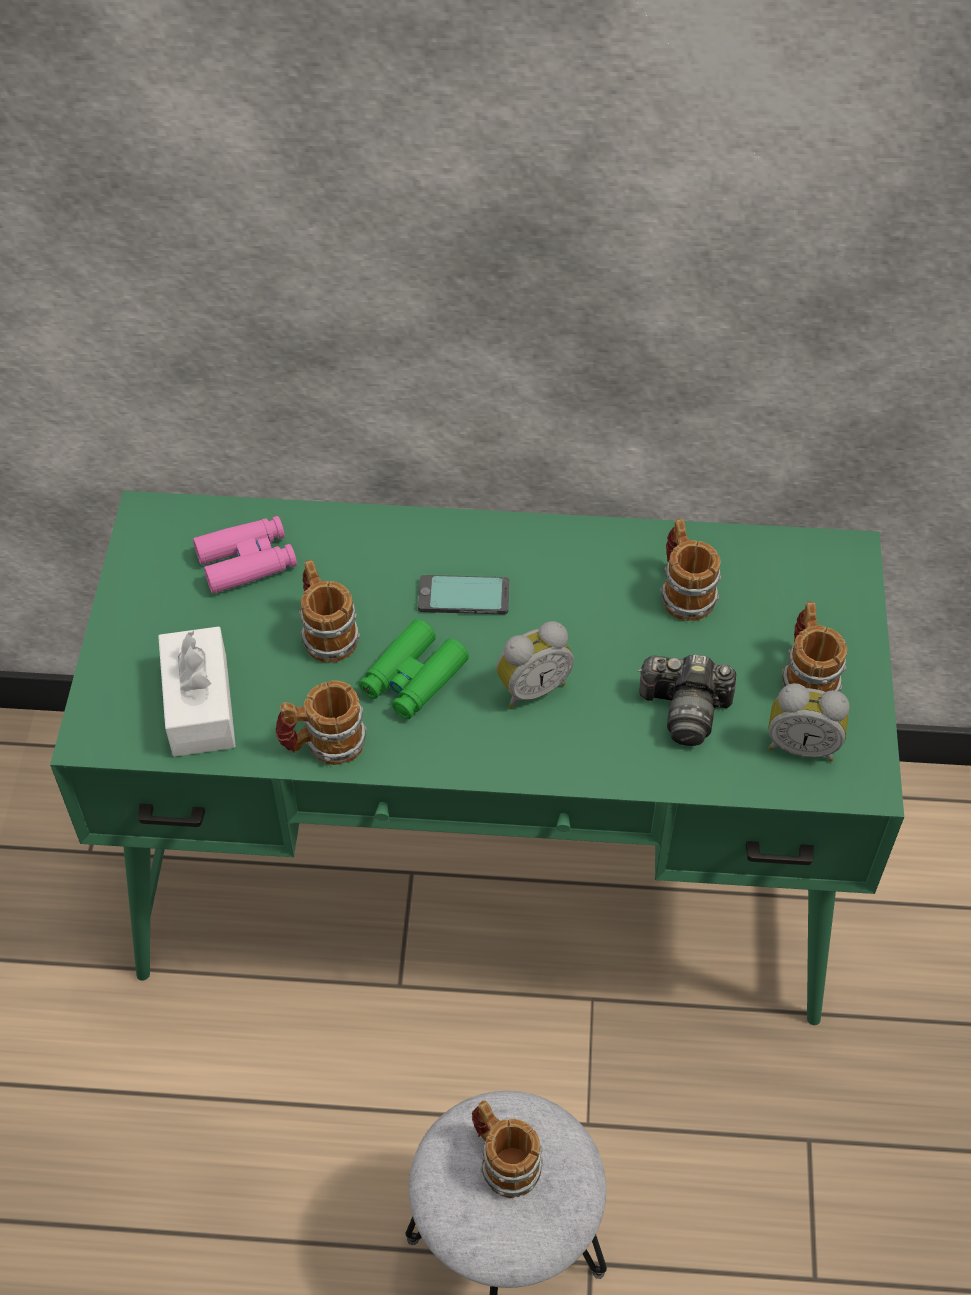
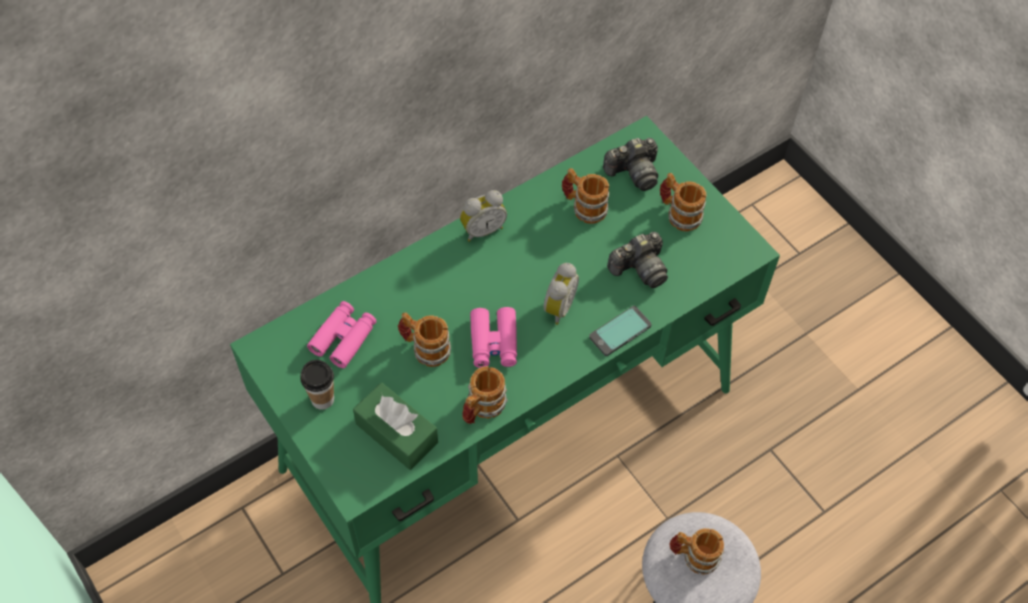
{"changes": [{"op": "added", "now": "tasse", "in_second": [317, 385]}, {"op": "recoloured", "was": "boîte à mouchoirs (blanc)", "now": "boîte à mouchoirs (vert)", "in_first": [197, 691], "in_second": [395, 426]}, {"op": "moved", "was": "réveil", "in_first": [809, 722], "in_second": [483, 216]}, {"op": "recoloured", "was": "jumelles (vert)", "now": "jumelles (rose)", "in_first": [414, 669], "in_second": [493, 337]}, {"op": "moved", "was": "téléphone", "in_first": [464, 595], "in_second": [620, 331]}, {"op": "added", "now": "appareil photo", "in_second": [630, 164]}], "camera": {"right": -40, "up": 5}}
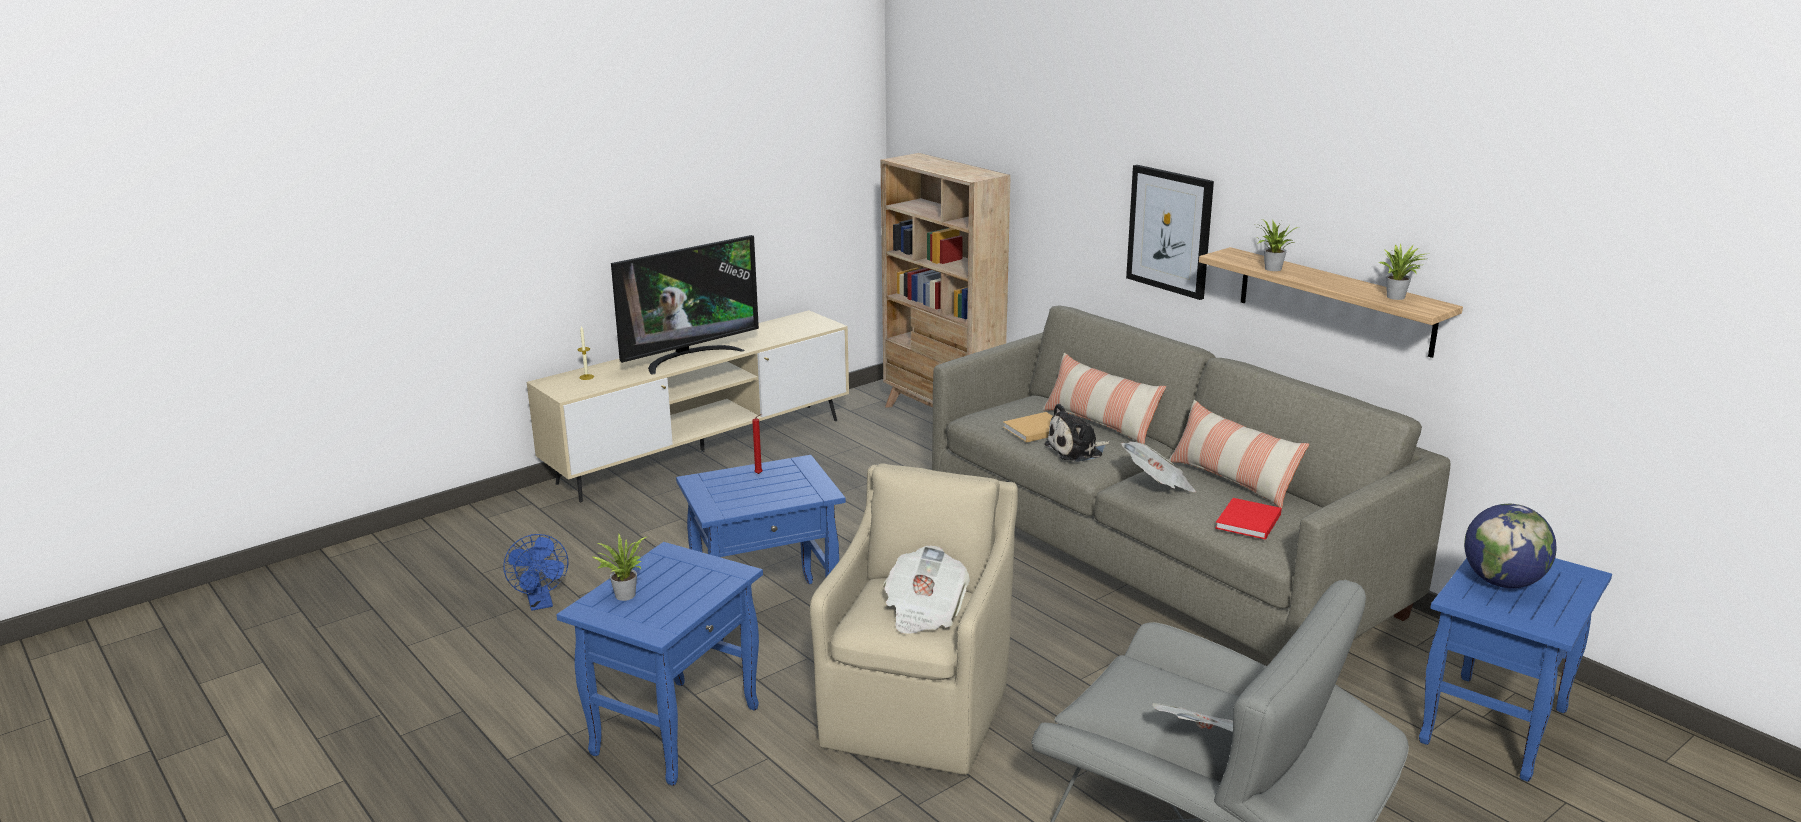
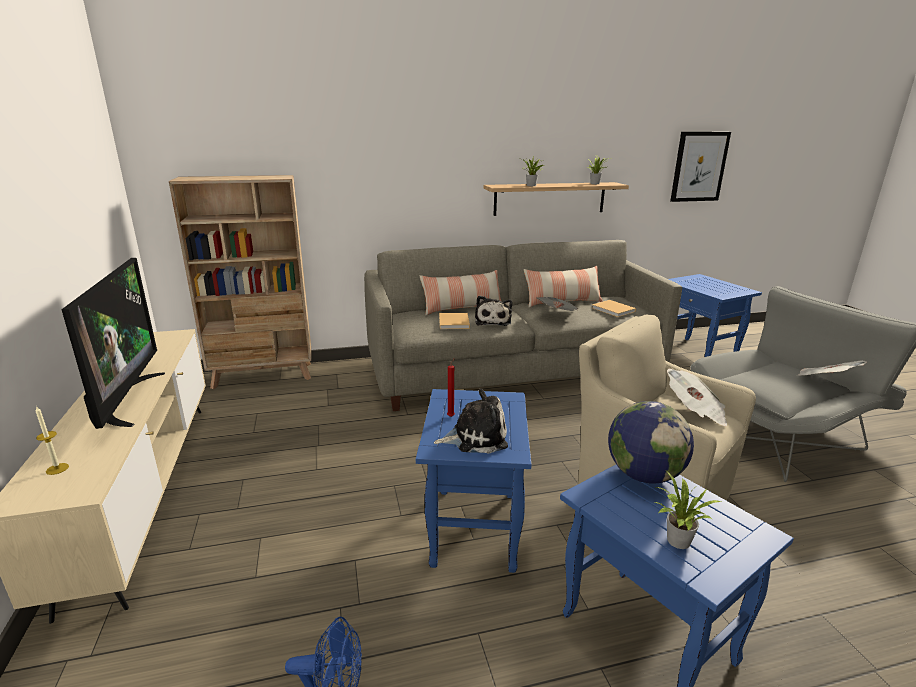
{"changes": [{"op": "added", "now": "peluche", "in_second": [471, 421]}, {"op": "recoloured", "was": "livre (rouge)", "now": "livre (beige)", "in_first": [1248, 519], "in_second": [614, 308]}, {"op": "moved", "was": "globe", "in_first": [1510, 546], "in_second": [651, 442]}, {"op": "moved", "was": "tableau", "in_first": [1170, 232], "in_second": [700, 167]}], "camera": {"right": -65, "up": 0}}
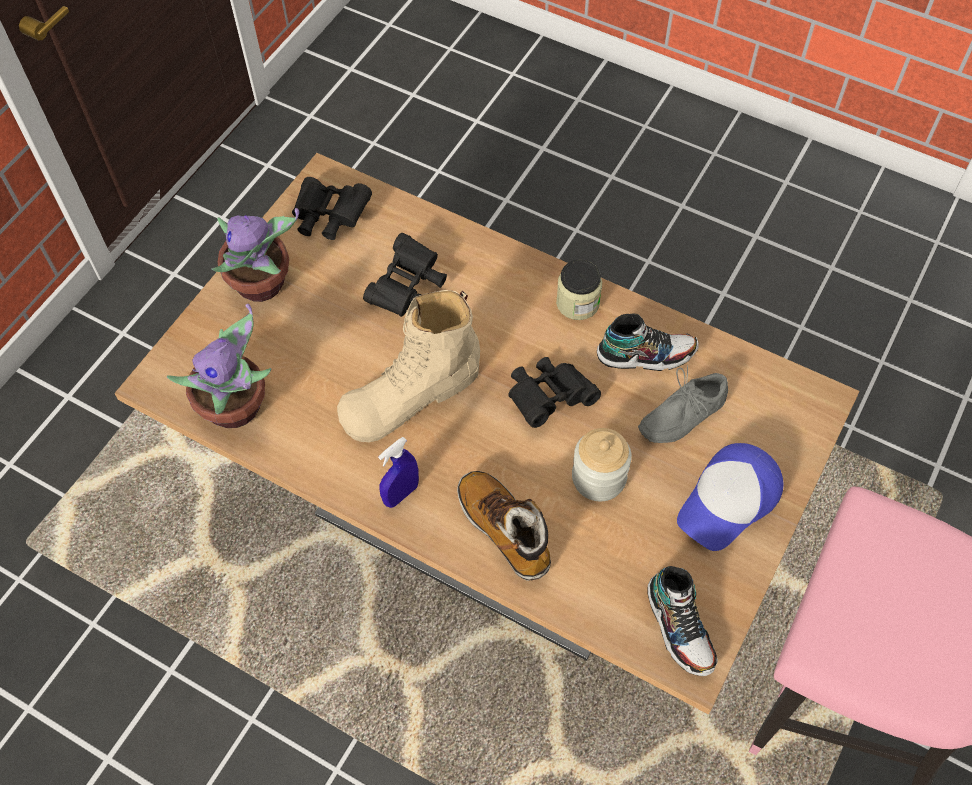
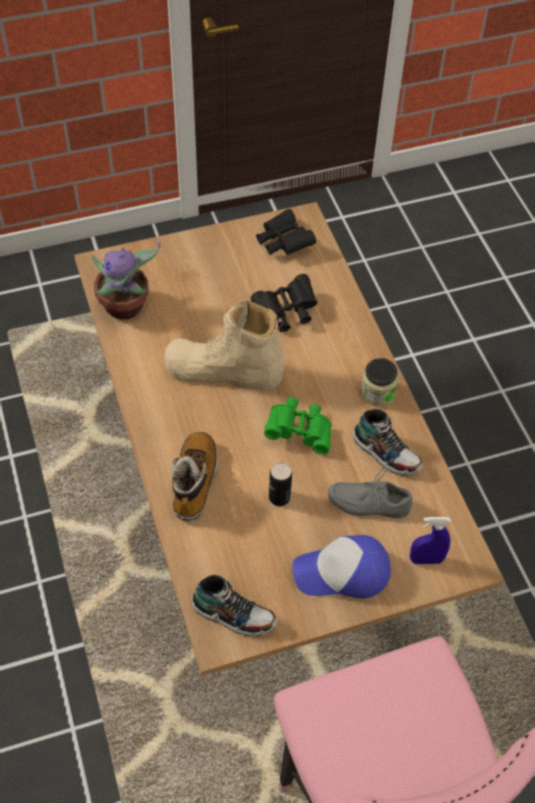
{"changes": [{"op": "turned", "was": "chaussure", "in_first": [682, 621], "in_second": [234, 605], "clockwise": -90}, {"op": "recoloured", "was": "jumelles (noir)", "now": "jumelles (vert)", "in_first": [554, 392], "in_second": [298, 426]}, {"op": "replaced", "was": "bocal", "now": "boîte métallique", "in_first": [602, 464], "in_second": [280, 484]}, {"op": "moved", "was": "vaporisateur (bleu)", "in_first": [398, 472], "in_second": [430, 540]}, {"op": "removed", "was": "plante en pot", "in_first": [255, 255]}], "camera": {"right": 40, "up": -5}}
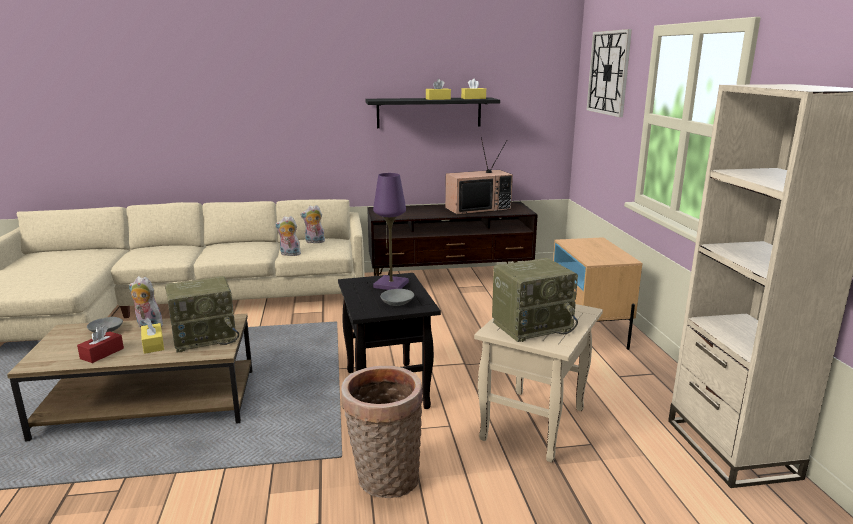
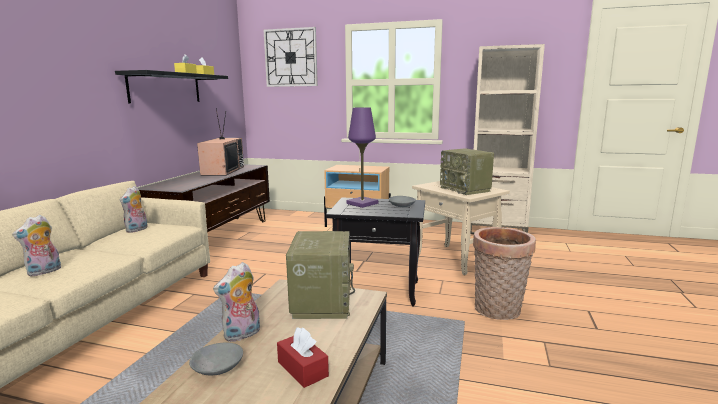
{"changes": [{"op": "moved", "was": "peluche", "in_first": [288, 236], "in_second": [36, 245]}, {"op": "turned", "was": "radio", "in_first": [535, 300], "in_second": [467, 171], "clockwise": 150}, {"op": "removed", "was": "boîte à mouchoirs (jaune)", "in_first": [152, 336]}], "camera": {"right": -65, "up": -5}}
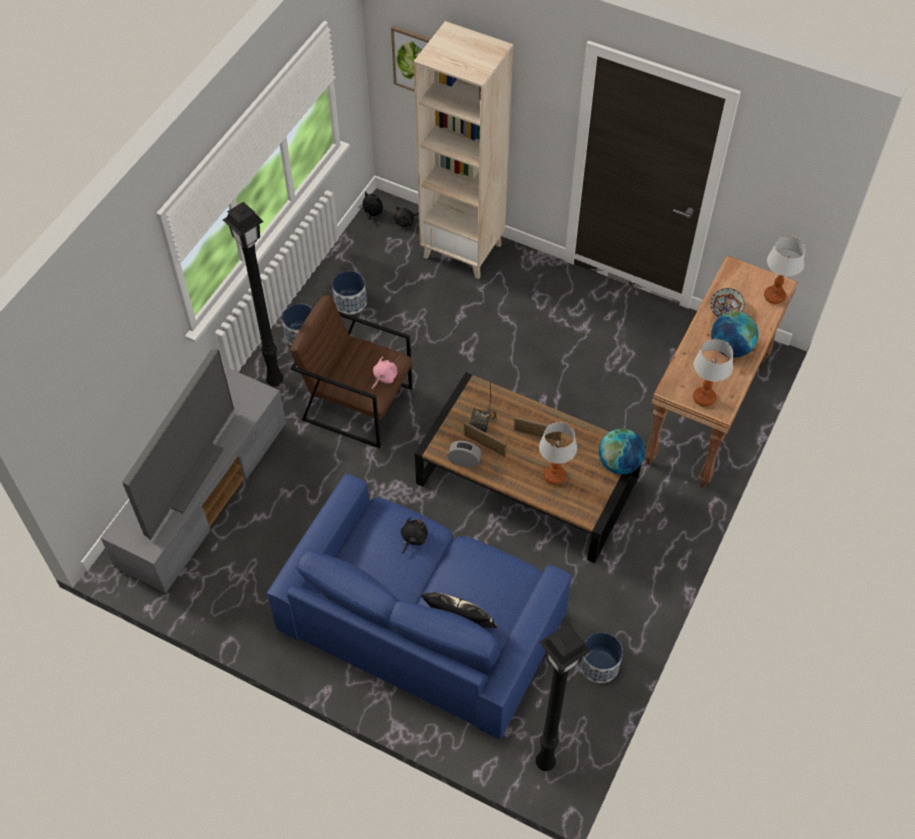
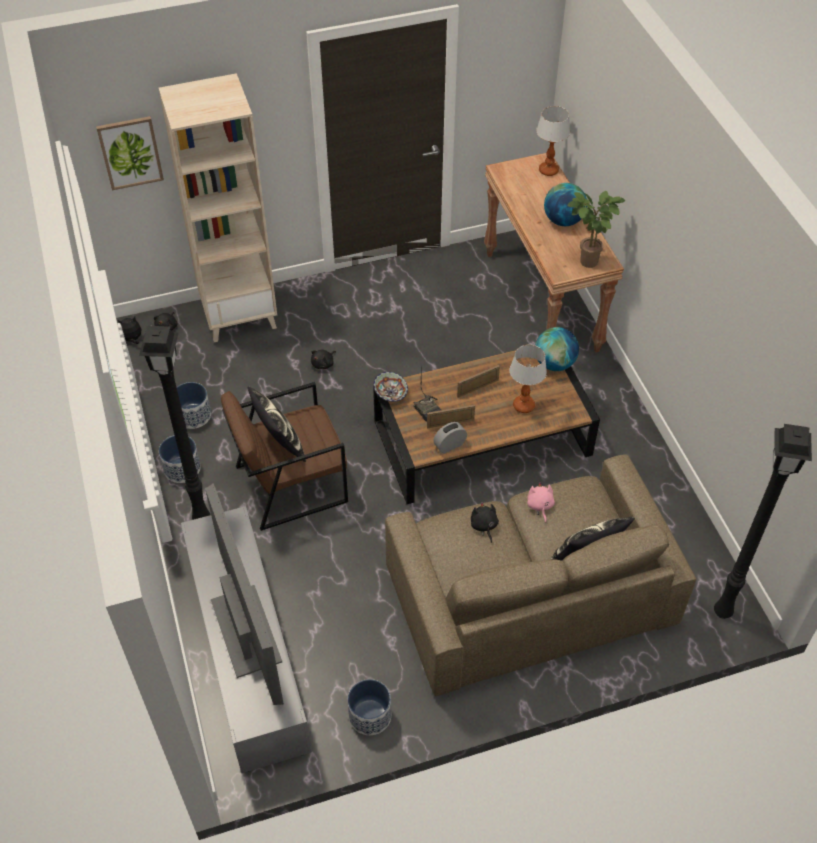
{"changes": [{"op": "added", "now": "coussin", "in_second": [277, 424]}, {"op": "added", "now": "peluche (noir)", "in_second": [323, 359]}, {"op": "moved", "was": "cache-pot", "in_first": [601, 657], "in_second": [369, 707]}, {"op": "moved", "was": "bol", "in_first": [728, 302], "in_second": [391, 387]}, {"op": "recoloured", "was": "canapé (bleu)", "now": "canapé (marron)", "in_first": [419, 606], "in_second": [540, 575]}, {"op": "moved", "was": "peluche (rose)", "in_first": [384, 372], "in_second": [541, 502]}, {"op": "replaced", "was": "lampe de table", "now": "plante en pot", "in_first": [713, 373], "in_second": [596, 229]}], "camera": {"right": -45, "up": -5}}
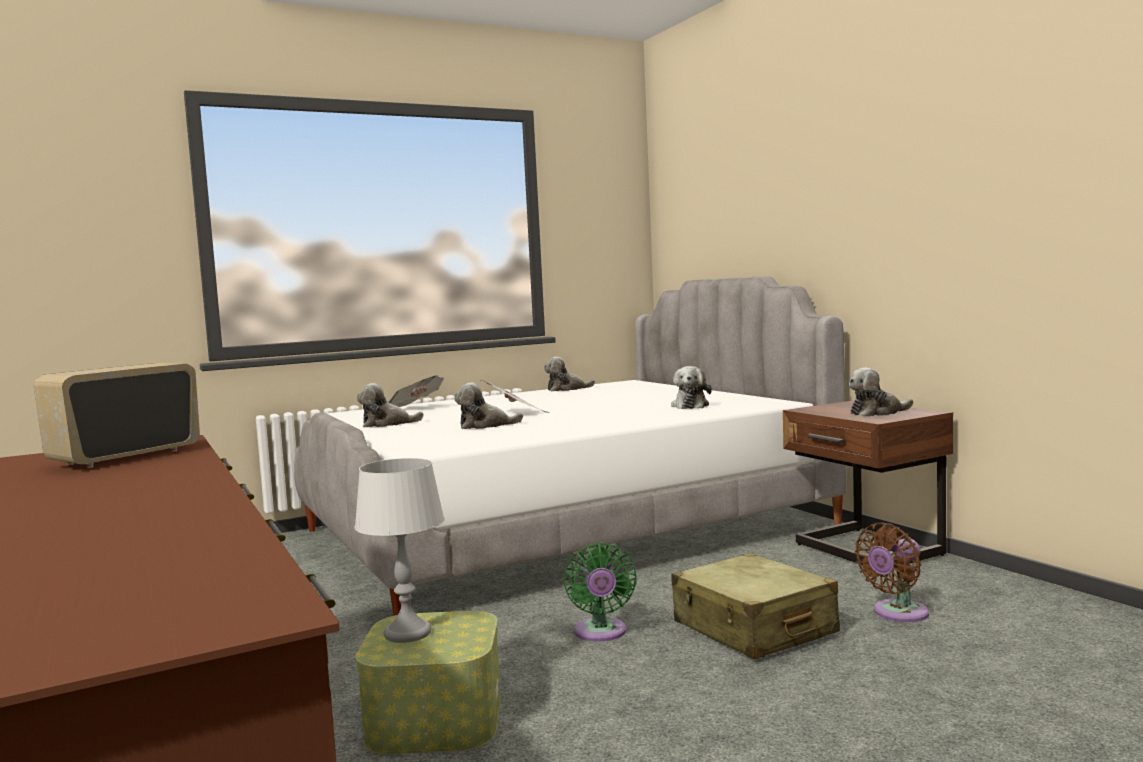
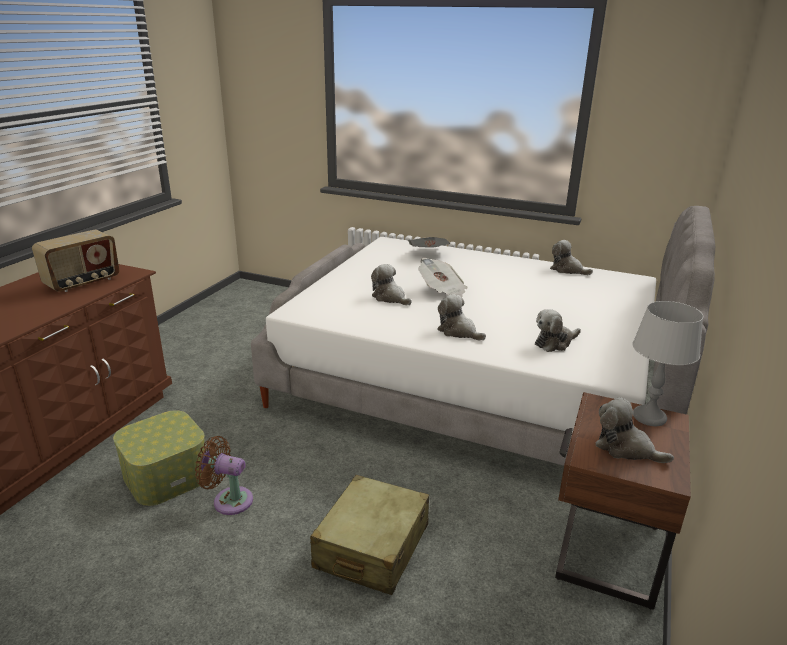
{"changes": [{"op": "turned", "was": "radio", "in_first": [116, 415], "in_second": [76, 261], "clockwise": 135}, {"op": "moved", "was": "ventilateur (marron)", "in_first": [892, 572], "in_second": [224, 475]}, {"op": "moved", "was": "peluche", "in_first": [390, 405], "in_second": [461, 317]}, {"op": "moved", "was": "lampe de table (gris)", "in_first": [399, 550], "in_second": [667, 363]}, {"op": "removed", "was": "ventilateur (vert)", "in_first": [600, 592]}], "camera": {"right": 50, "up": 20}}
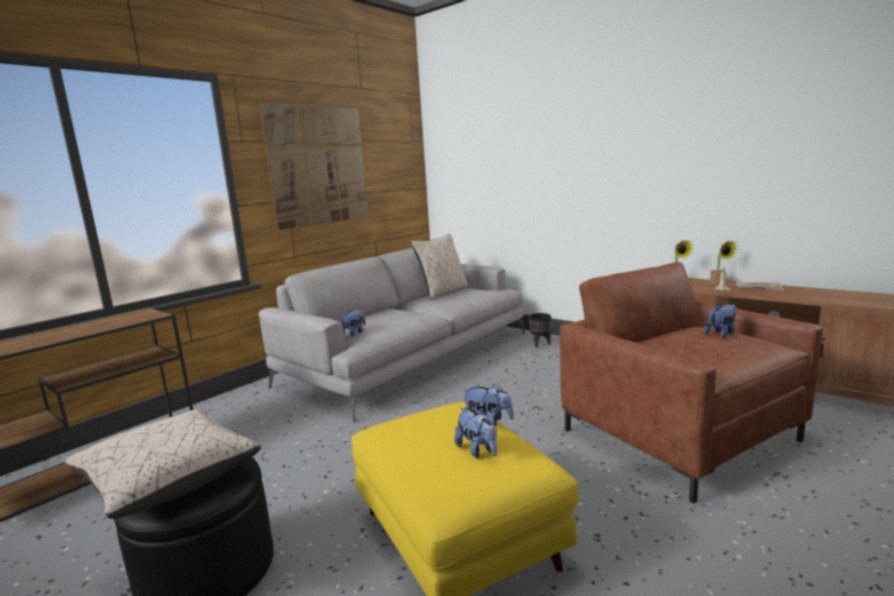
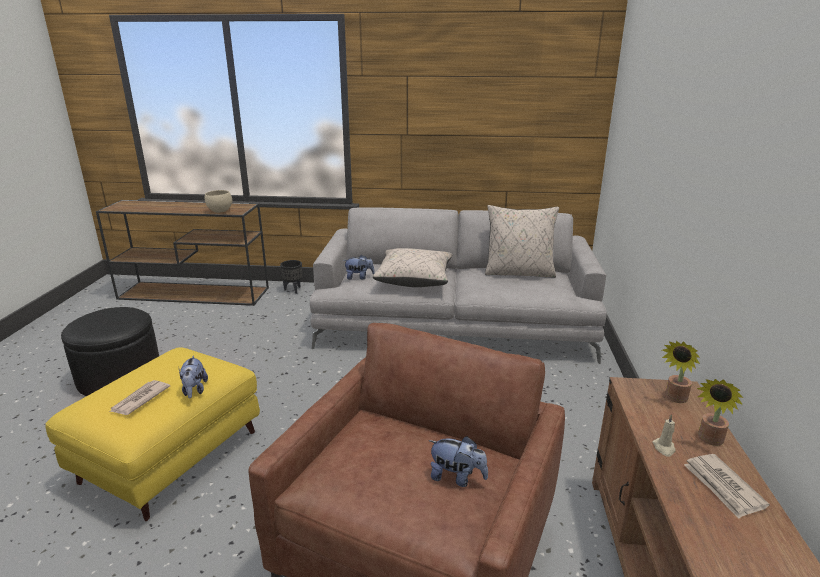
{"changes": [{"op": "replaced", "was": "peluche", "now": "journal", "in_first": [475, 432], "in_second": [140, 397]}, {"op": "added", "now": "bol (beige)", "in_second": [218, 201]}, {"op": "moved", "was": "cache-pot (noir)", "in_first": [540, 330], "in_second": [291, 277]}, {"op": "moved", "was": "coussin (beige)", "in_first": [163, 464], "in_second": [413, 267]}, {"op": "removed", "was": "tableau", "in_first": [314, 166]}], "camera": {"right": 55, "up": 10}}
